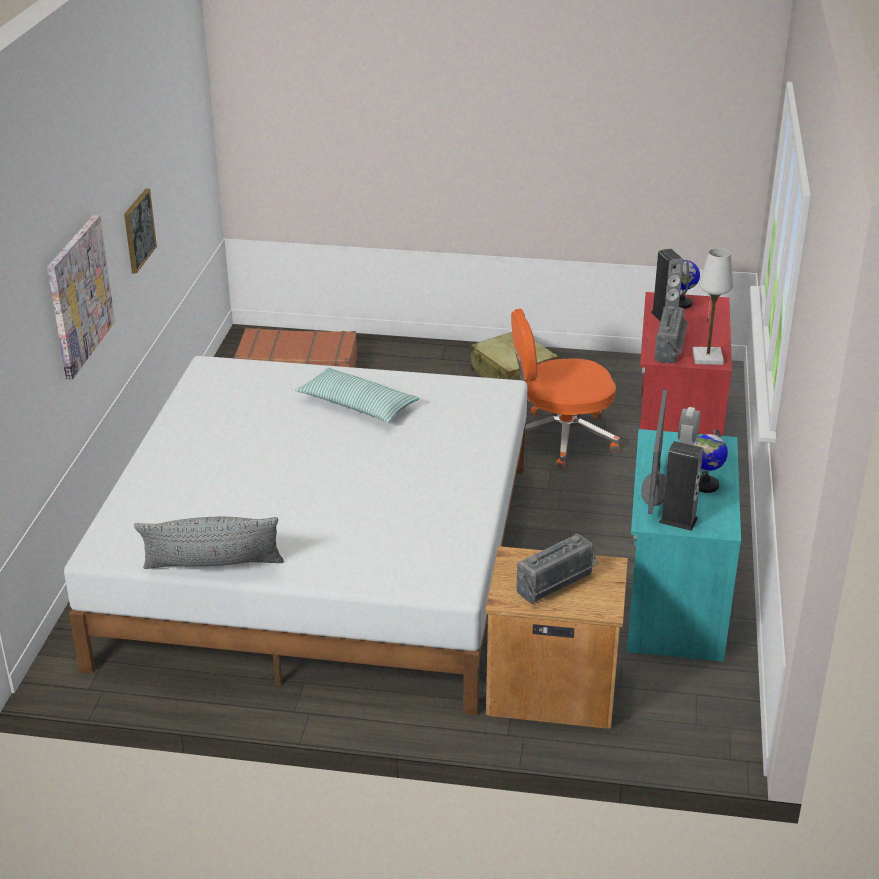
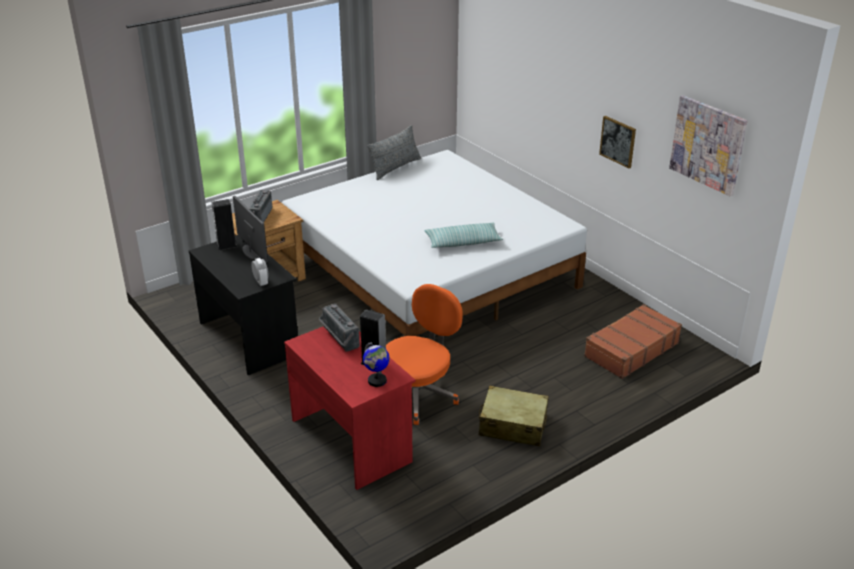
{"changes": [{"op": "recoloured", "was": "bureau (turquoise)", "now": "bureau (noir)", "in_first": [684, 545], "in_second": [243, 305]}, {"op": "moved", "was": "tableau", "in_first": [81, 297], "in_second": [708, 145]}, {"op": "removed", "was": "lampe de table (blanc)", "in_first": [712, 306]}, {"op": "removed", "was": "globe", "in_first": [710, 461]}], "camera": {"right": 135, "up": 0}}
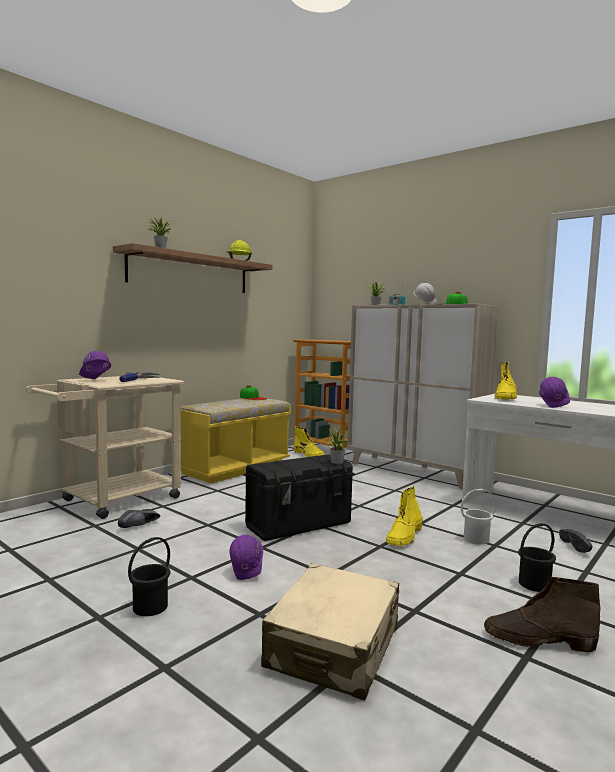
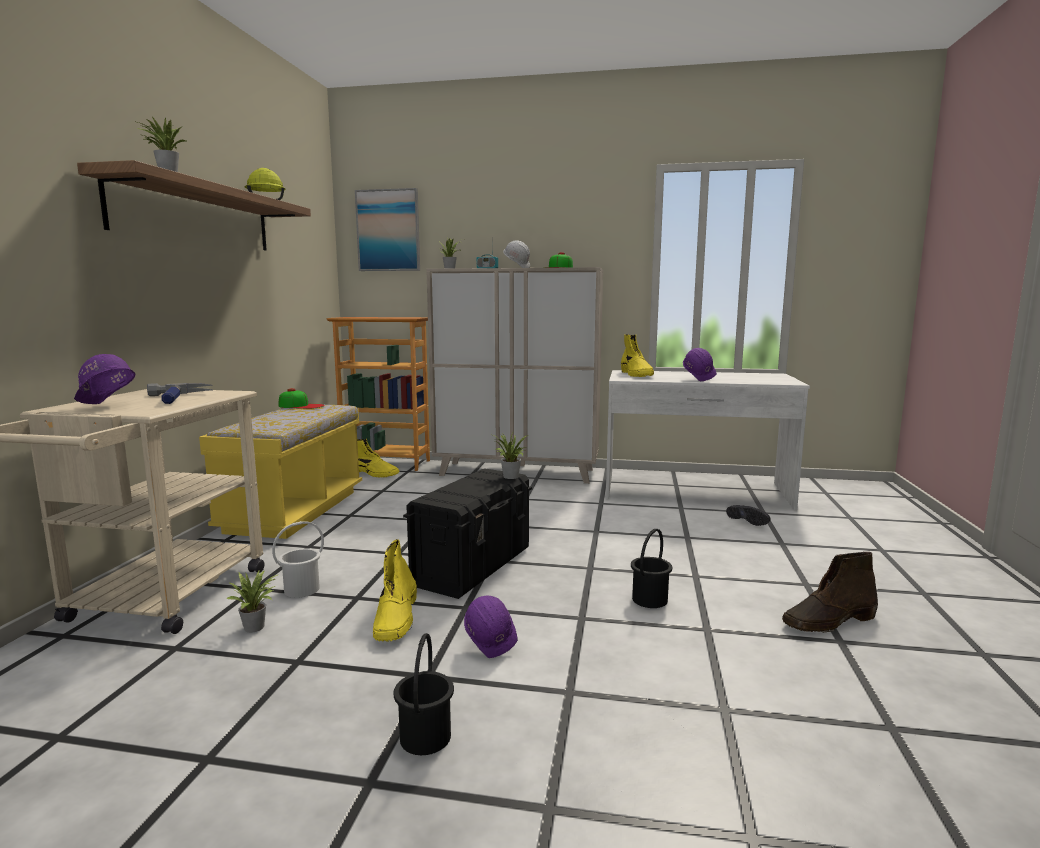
{"changes": [{"op": "replaced", "was": "chaussure (noir)", "now": "plante en pot", "in_first": [139, 518], "in_second": [252, 601]}, {"op": "moved", "was": "seau (blanc)", "in_first": [478, 517], "in_second": [298, 559]}, {"op": "added", "now": "tableau", "in_second": [387, 229]}, {"op": "moved", "was": "botte (jaune)", "in_first": [404, 516], "in_second": [395, 590]}, {"op": "moved", "was": "seau (noir)", "in_first": [537, 557], "in_second": [651, 568]}, {"op": "removed", "was": "valise (beige)", "in_first": [330, 631]}], "camera": {"right": -30, "up": 5}}
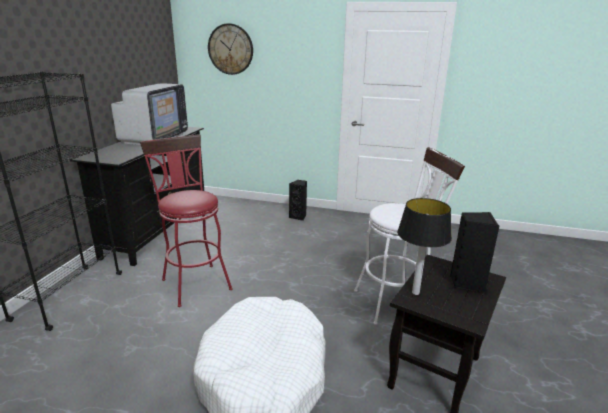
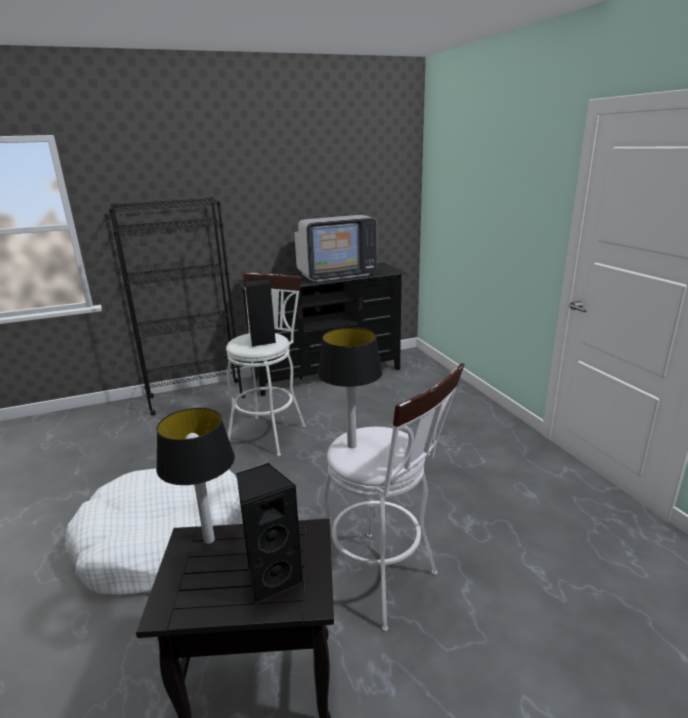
{"changes": [{"op": "recoloured", "was": "tabouret (rouge)", "now": "tabouret (blanc)", "in_first": [186, 220], "in_second": [266, 364]}, {"op": "moved", "was": "enceinte (noir)", "in_first": [298, 200], "in_second": [260, 313]}, {"op": "added", "now": "lampe de table", "in_second": [350, 387]}, {"op": "removed", "was": "horloge murale", "in_first": [230, 49]}], "camera": {"right": 55, "up": 0}}
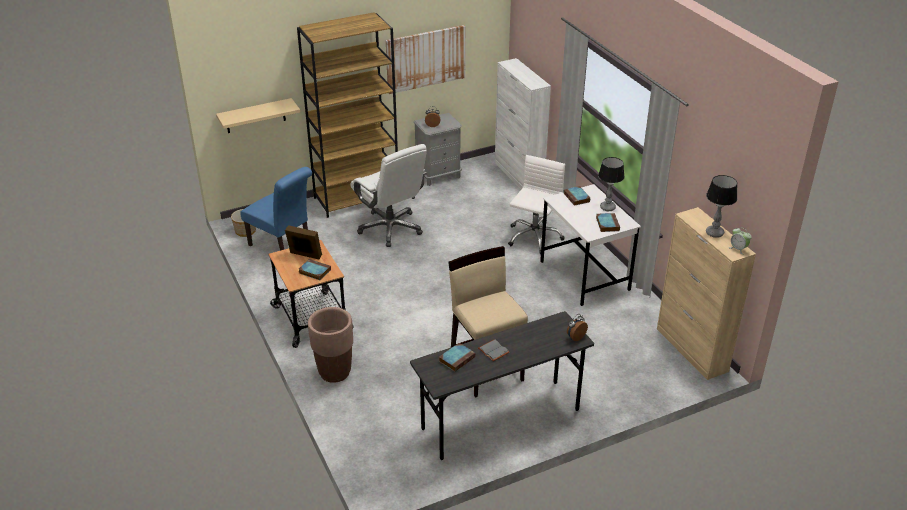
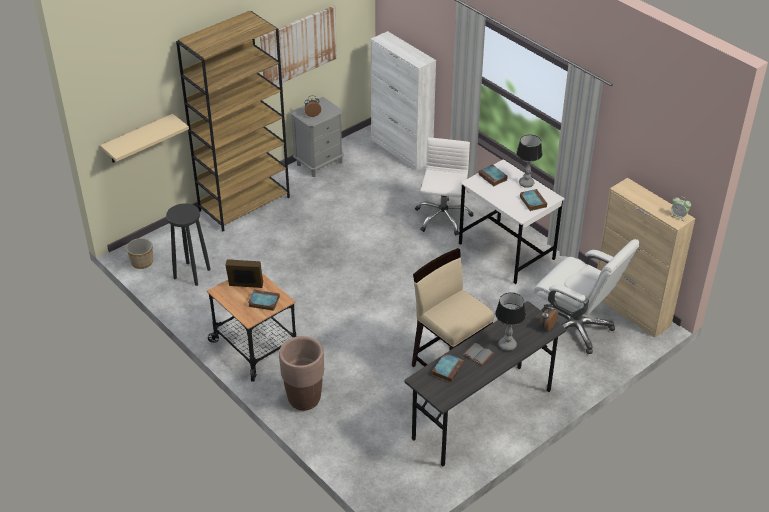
{"changes": [{"op": "replaced", "was": "chaise (bleu)", "now": "tabouret (noir)", "in_first": [276, 209], "in_second": [188, 244]}, {"op": "moved", "was": "lampe de table", "in_first": [721, 206], "in_second": [510, 321]}, {"op": "moved", "was": "chaise de bureau (blanc)", "in_first": [388, 195], "in_second": [586, 296]}], "camera": {"right": -15, "up": 5}}
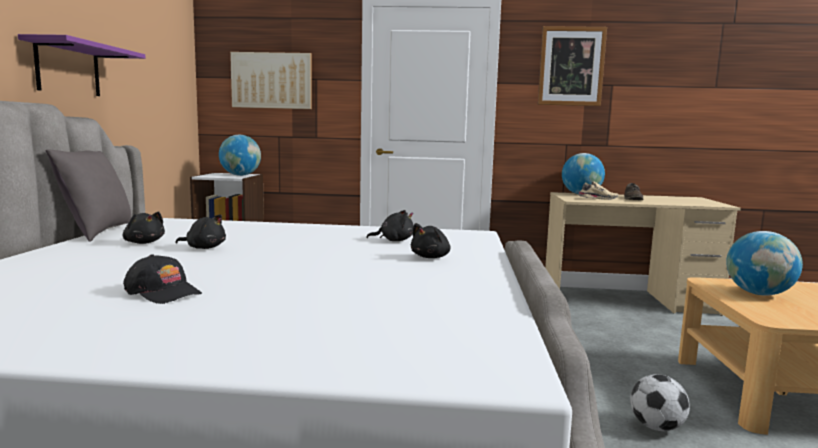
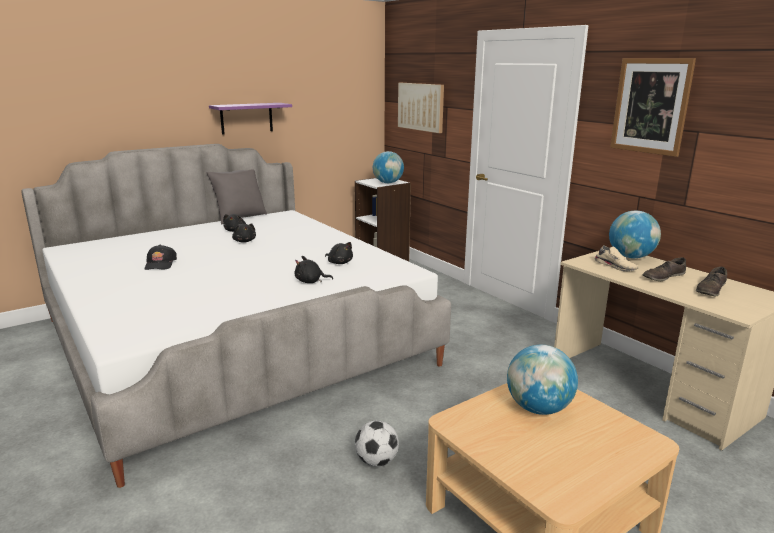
{"changes": [{"op": "added", "now": "chaussure (marron)", "in_second": [711, 281]}], "camera": {"right": 50, "up": 10}}
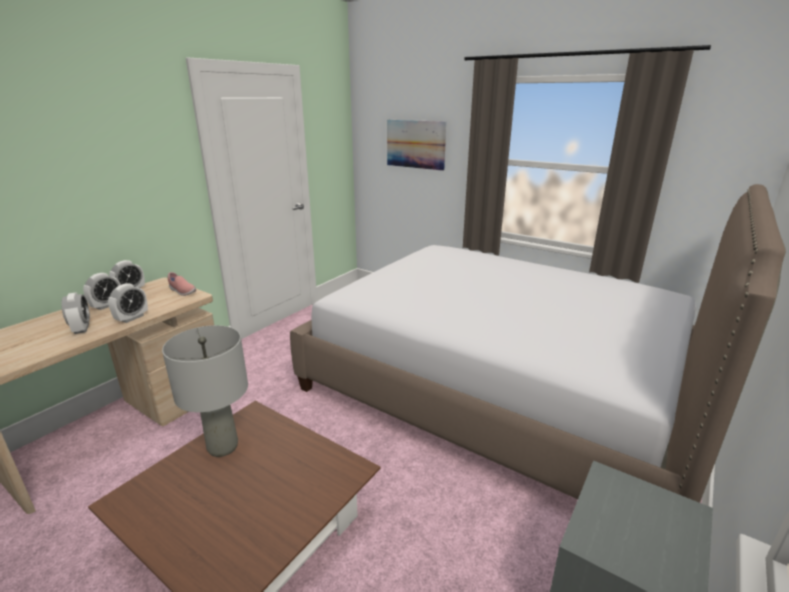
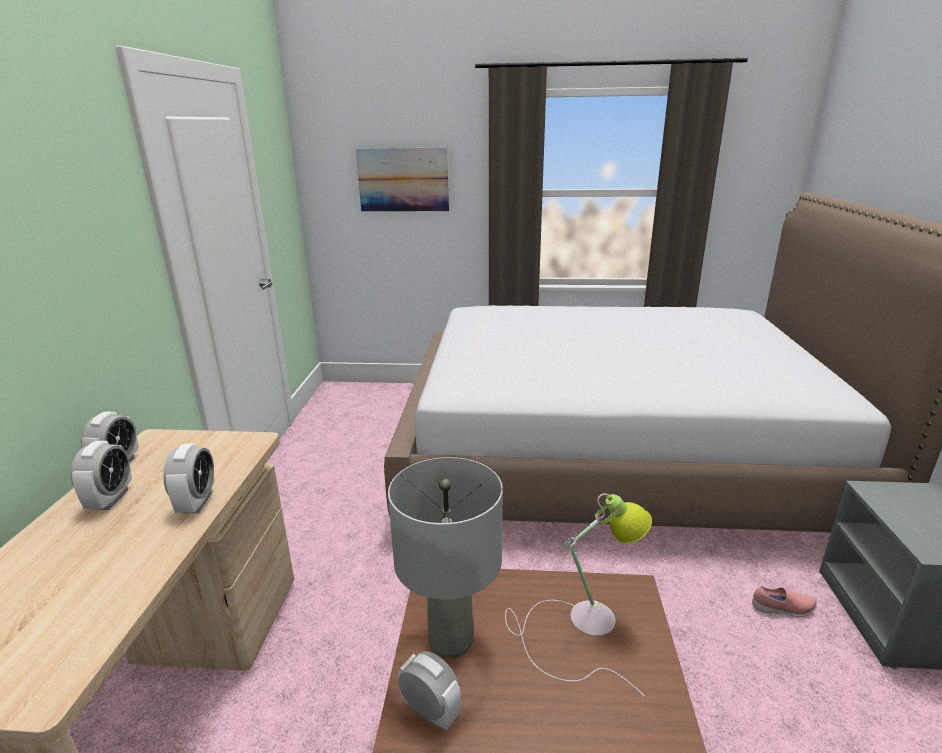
{"changes": [{"op": "moved", "was": "réveil", "in_first": [75, 313], "in_second": [429, 690]}, {"op": "added", "now": "lampe de table", "in_second": [578, 594]}, {"op": "moved", "was": "chaussure (rose)", "in_first": [182, 284], "in_second": [784, 601]}], "camera": {"right": -30, "up": 0}}
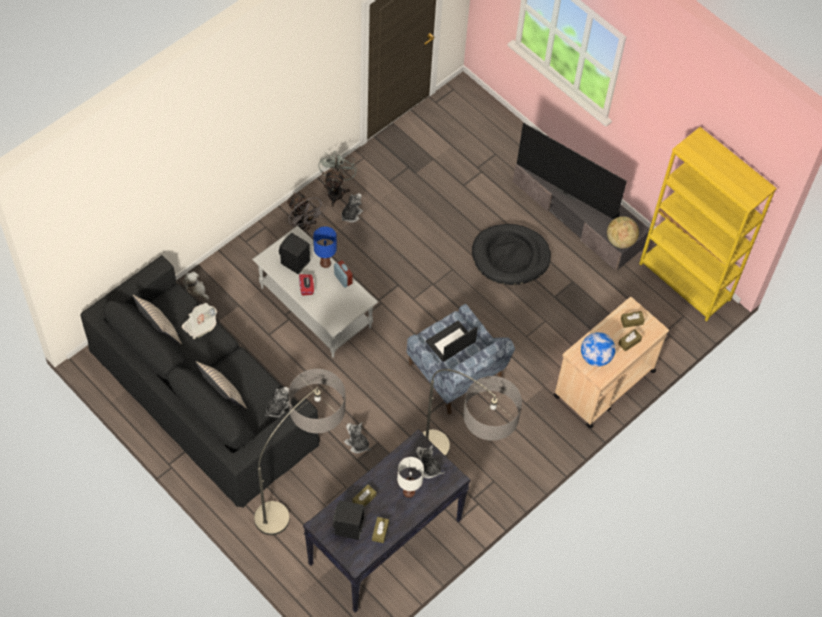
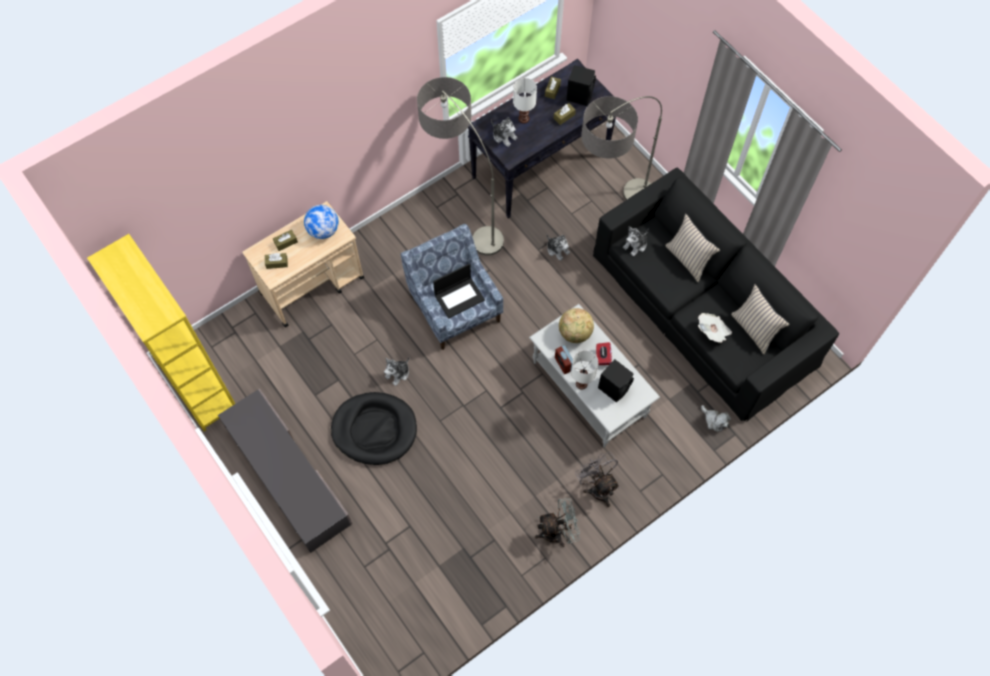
{"changes": [{"op": "moved", "was": "peluche", "in_first": [352, 208], "in_second": [396, 371]}, {"op": "turned", "was": "ventilateur (gris)", "in_first": [337, 178], "in_second": [557, 522], "clockwise": -120}, {"op": "moved", "was": "globe", "in_first": [623, 232], "in_second": [576, 325]}, {"op": "recoloured", "was": "lampe de table (bleu)", "now": "lampe de table (blanc)", "in_first": [325, 247], "in_second": [584, 370]}, {"op": "removed", "was": "téléviseur", "in_first": [572, 171]}], "camera": {"right": -170, "up": 5}}
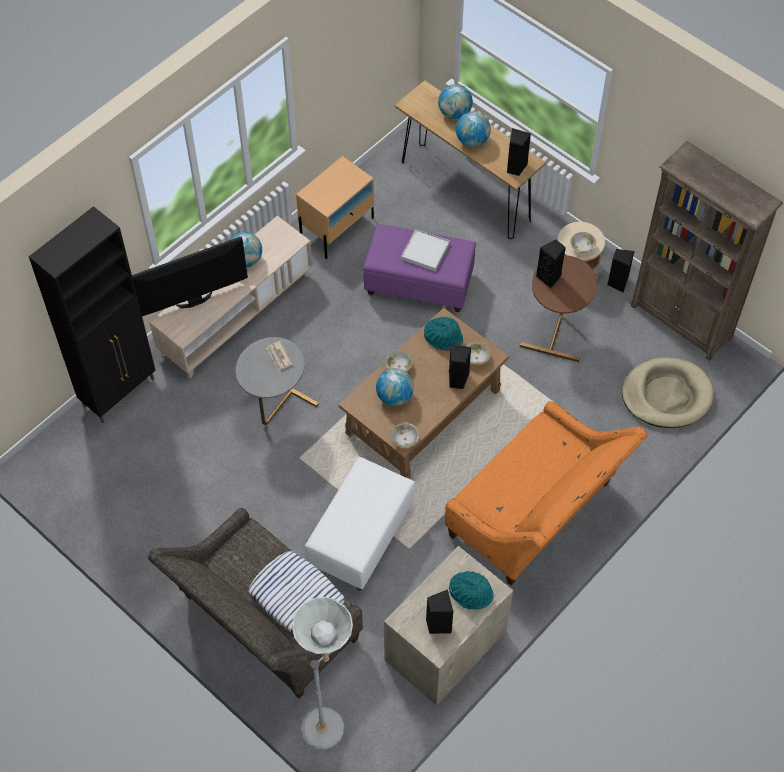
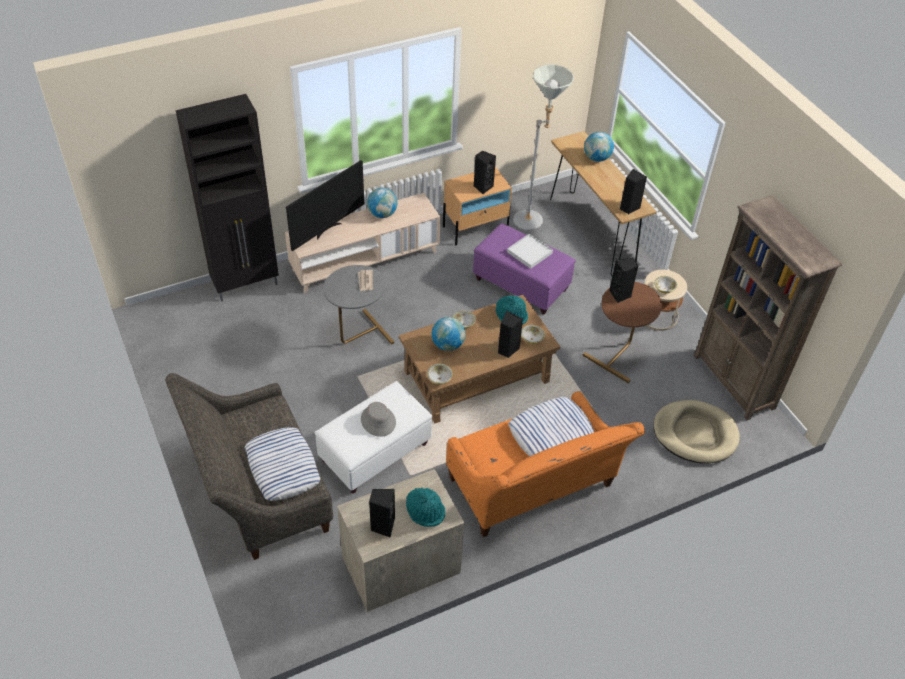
{"changes": [{"op": "turned", "was": "téléviseur", "in_first": [190, 276], "in_second": [325, 205], "clockwise": 135}, {"op": "added", "now": "chapeau (gris)", "in_second": [378, 419]}, {"op": "moved", "was": "enceinte (noir)", "in_first": [620, 271], "in_second": [485, 172]}, {"op": "added", "now": "coussin", "in_second": [551, 426]}, {"op": "moved", "was": "lampadaire (gris)", "in_first": [322, 673], "in_second": [543, 147]}, {"op": "removed", "was": "globe", "in_first": [473, 129]}], "camera": {"right": 20, "up": -10}}
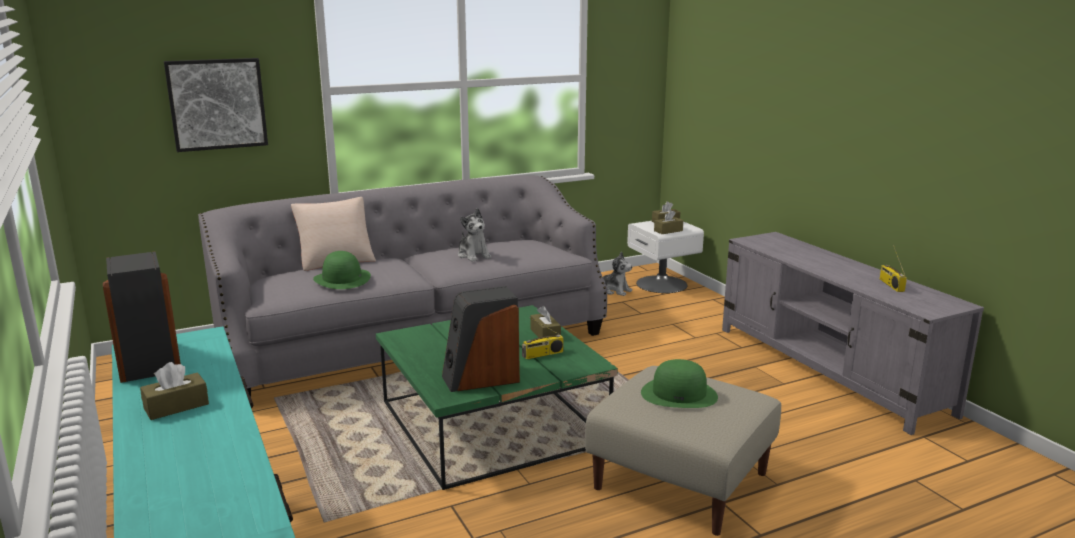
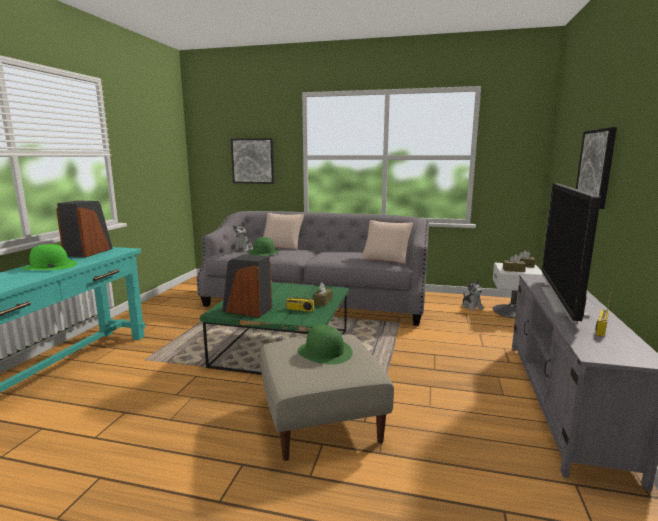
{"changes": [{"op": "replaced", "was": "boîte à mouchoirs (marron)", "now": "chapeau (vert)", "in_first": [174, 391], "in_second": [49, 257]}, {"op": "moved", "was": "peluche", "in_first": [474, 234], "in_second": [243, 237]}, {"op": "added", "now": "coussin (beige)", "in_second": [387, 242]}, {"op": "added", "now": "téléviseur", "in_second": [571, 253]}, {"op": "added", "now": "tableau", "in_second": [596, 168]}], "camera": {"right": 40, "up": -5}}
